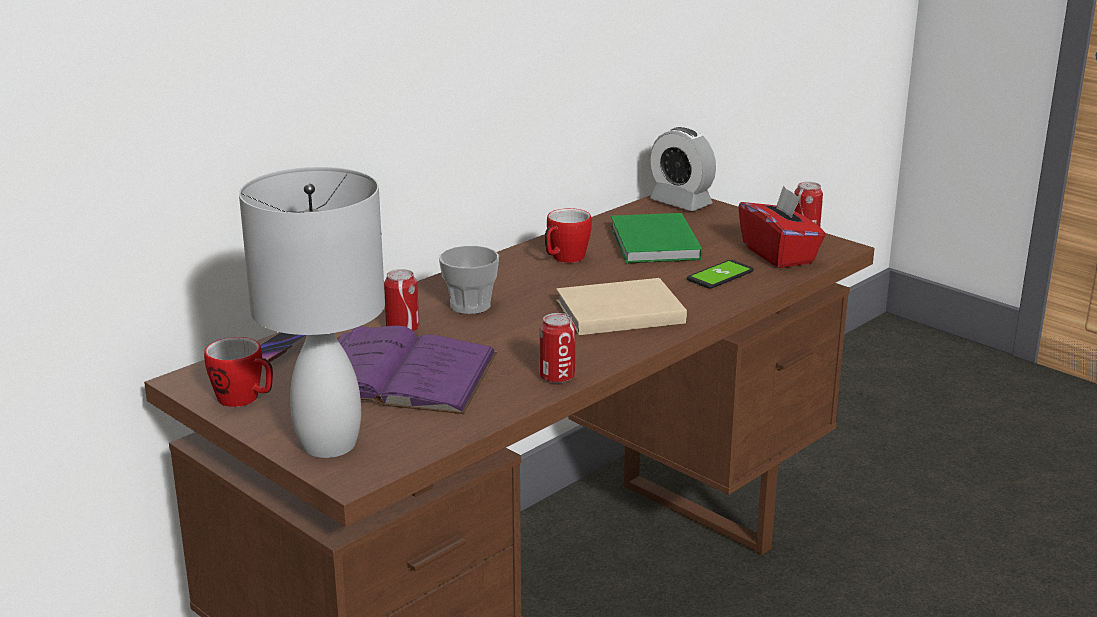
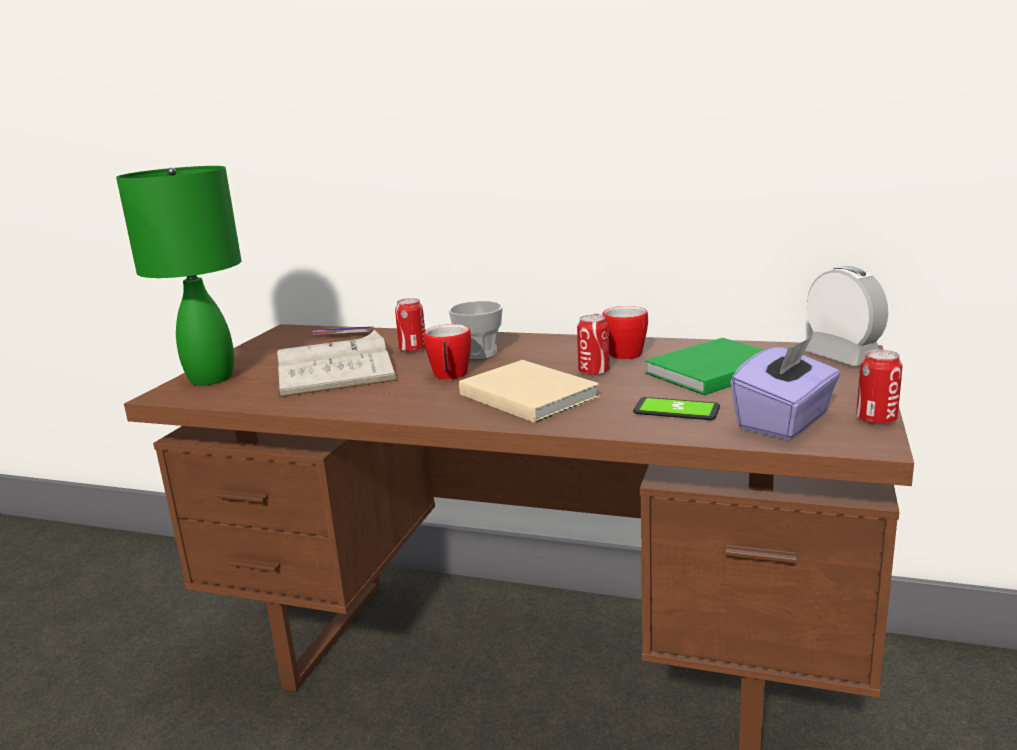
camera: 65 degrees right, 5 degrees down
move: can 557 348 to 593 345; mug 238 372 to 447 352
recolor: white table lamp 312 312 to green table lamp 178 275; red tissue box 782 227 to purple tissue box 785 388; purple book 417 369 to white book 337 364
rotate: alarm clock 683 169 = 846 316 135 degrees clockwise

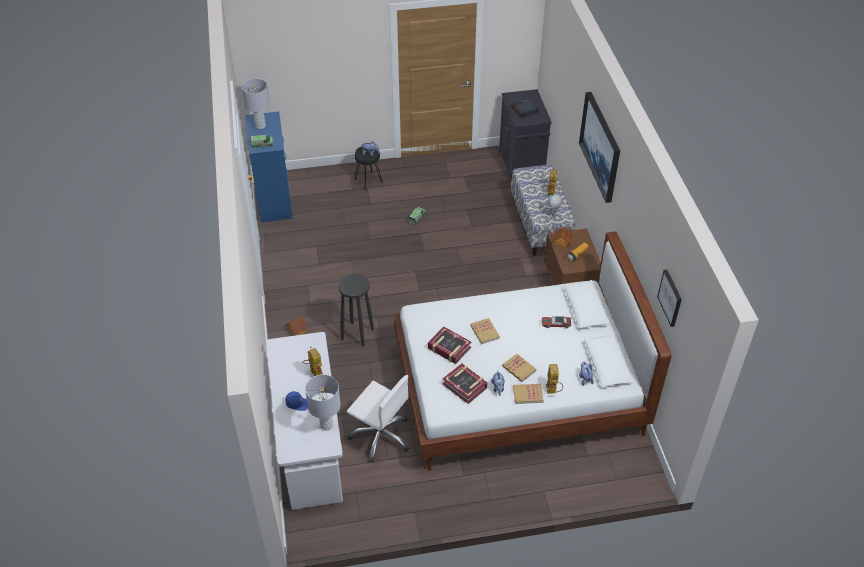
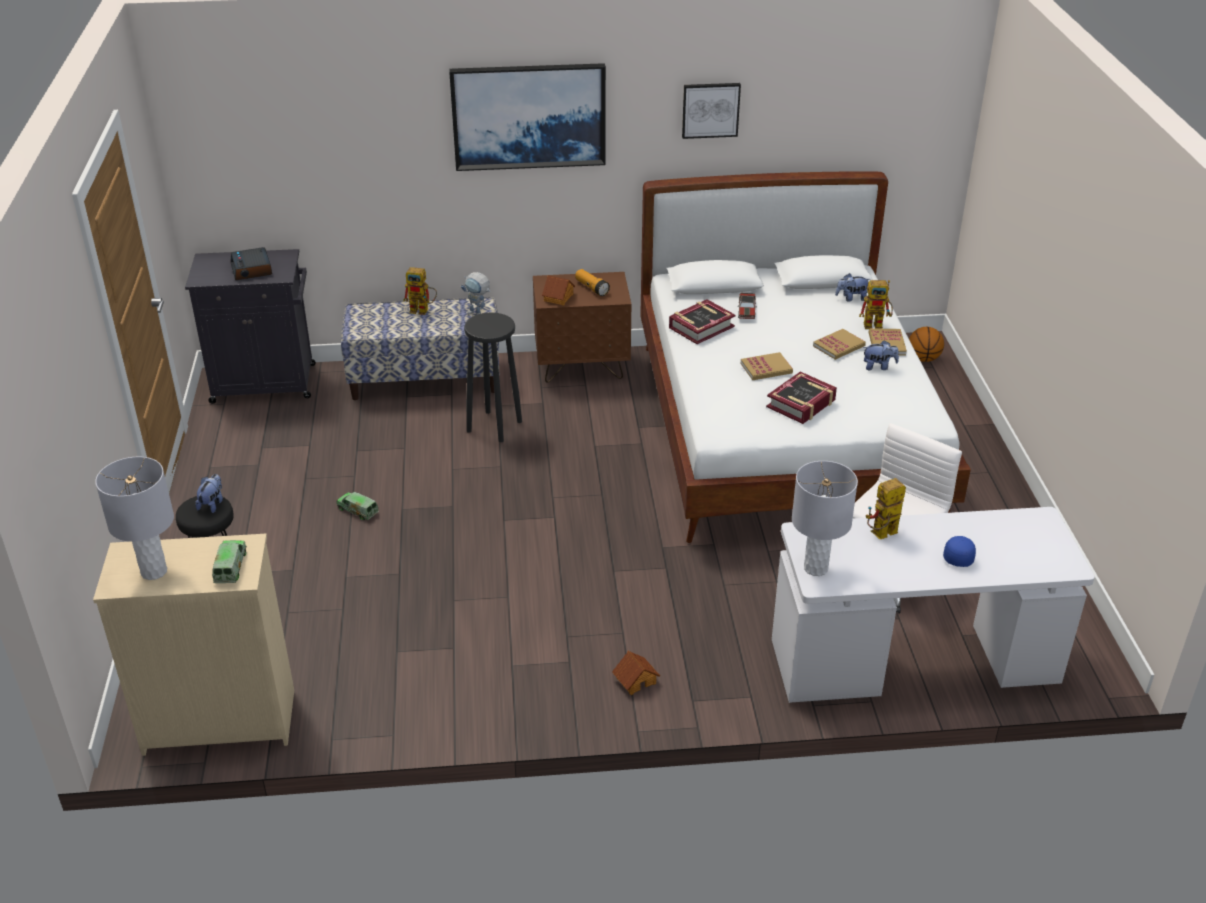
camera: 85 degrees left, 10 degrees down
insert: basketball 926 344
move: picture 669 298 to 711 111; black stool 356 310 to 493 377; book 465 383 to 702 321; grey table lamp 323 402 to 825 518
recolor: blue dresser 269 167 to beige dresser 193 645

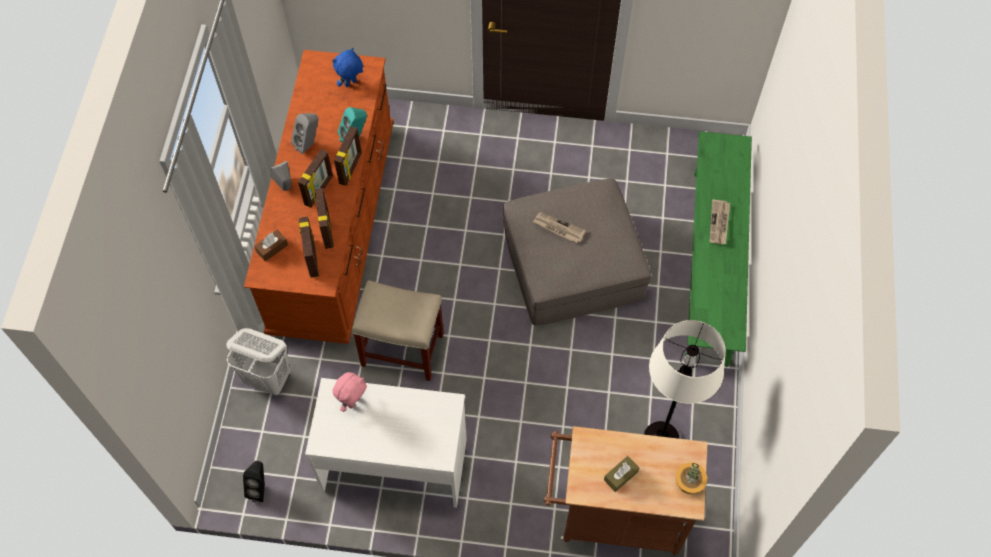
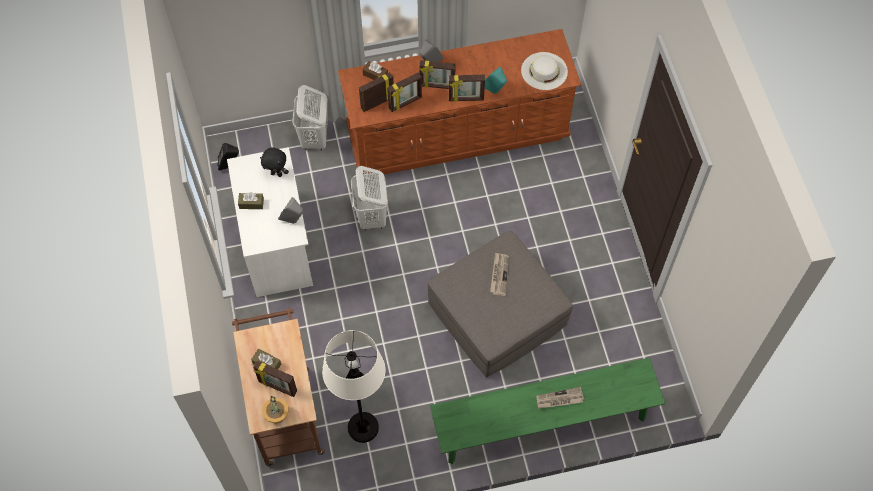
camera: 70 degrees right, 0 degrees up
insert: brown tissue box 251 200; picture frame 275 379
move: grey speaker 305 134 to 290 210
replace: blue plush toy 347 67 to white hat 544 71; beige stool 398 330 to white laundry basket 369 198
recolor: pink plush toy 350 392 to black plush toy 274 162

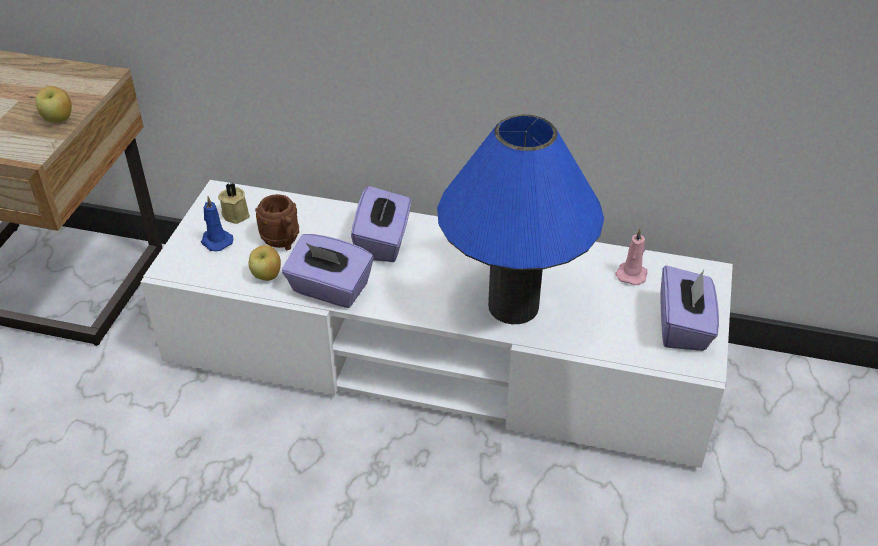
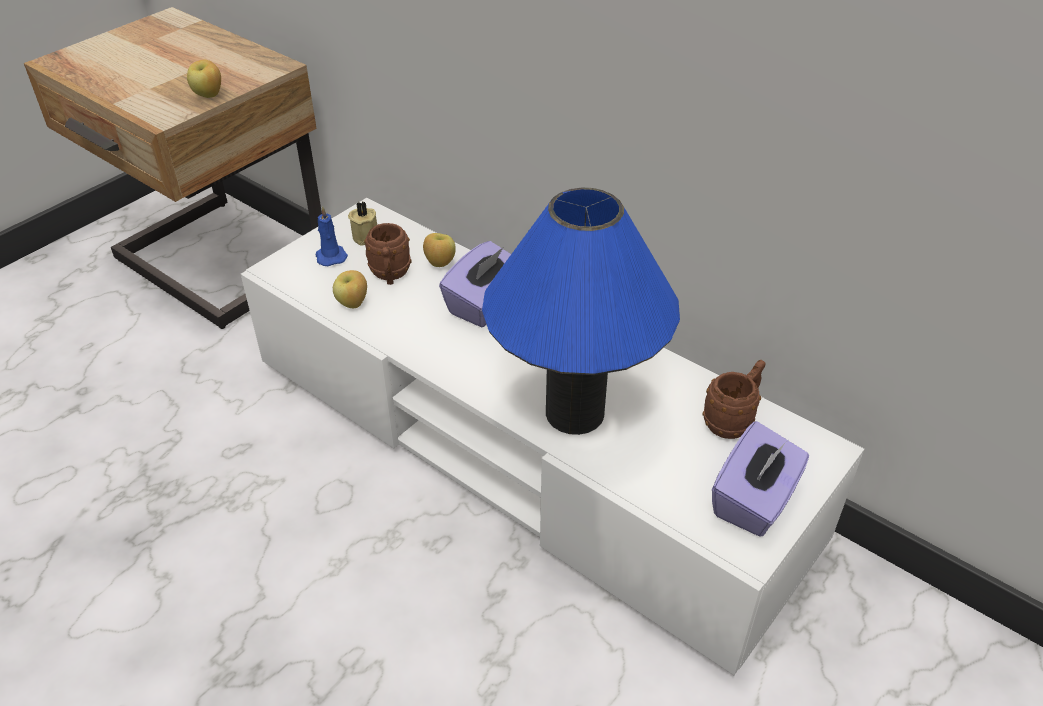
camera: 25 degrees right, 0 degrees up
delete: purple tissue box 327 271
insert: apple 439 250
replace: pink candle 631 257 to brown mug 734 399

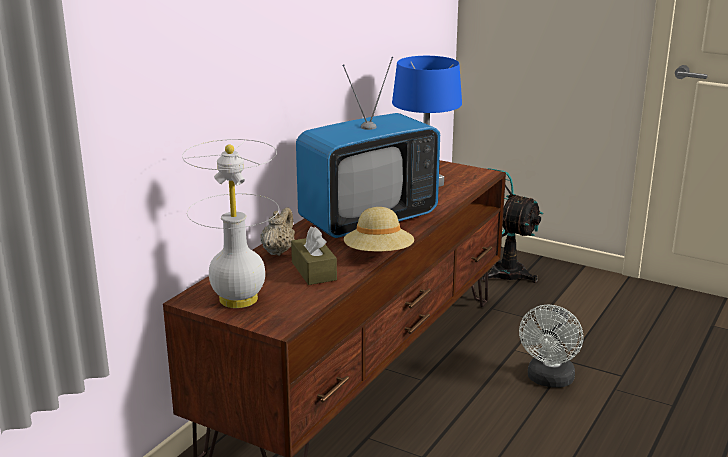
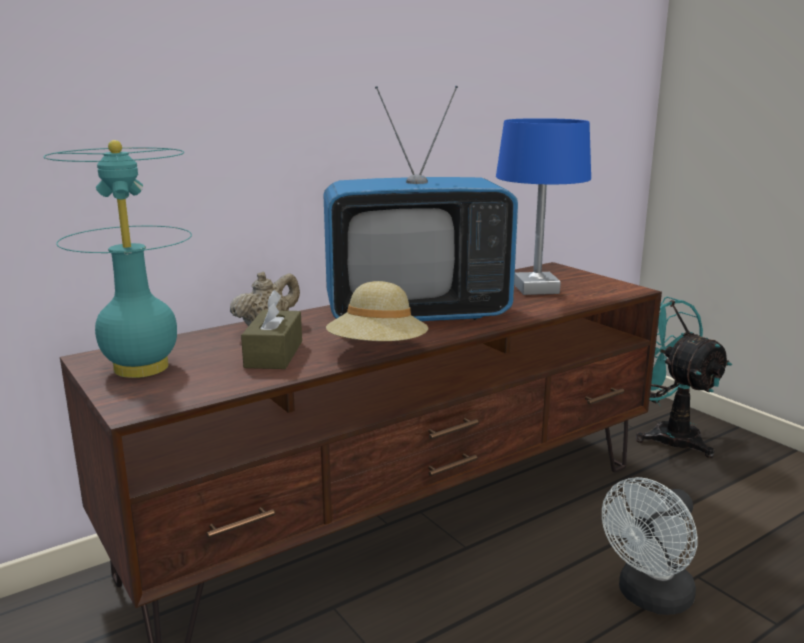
camera: 25 degrees right, 5 degrees down
recolor: white table lamp 230 223 to turquoise table lamp 118 259

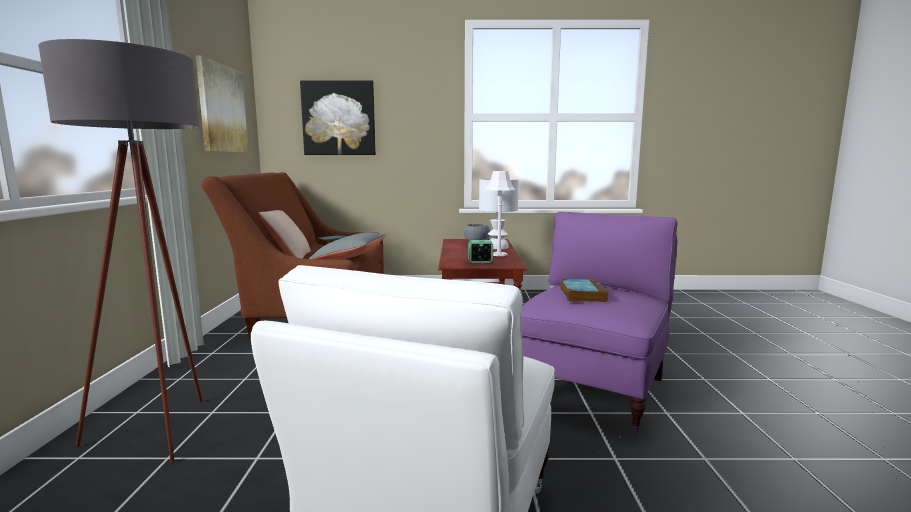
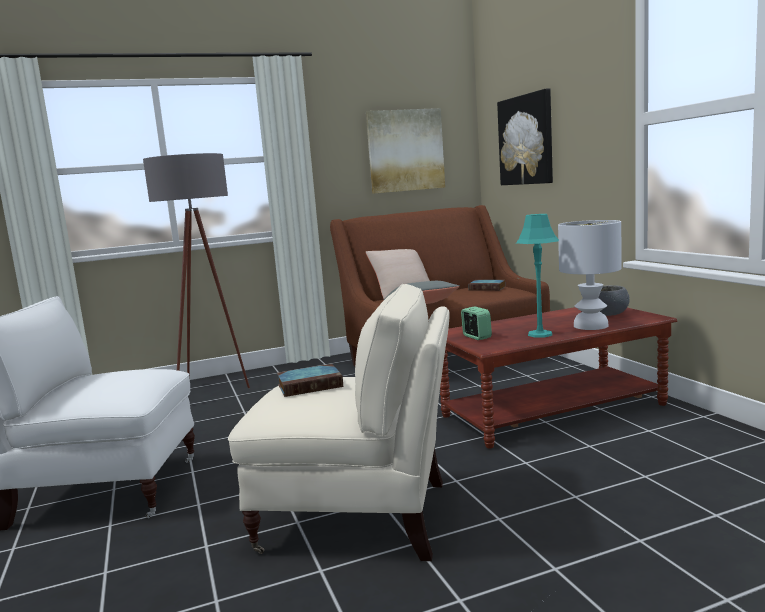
camera: 70 degrees right, 0 degrees up
recolor: white table lamp 500 213 to turquoise table lamp 537 276; purple armchair 599 322 to beige armchair 339 422

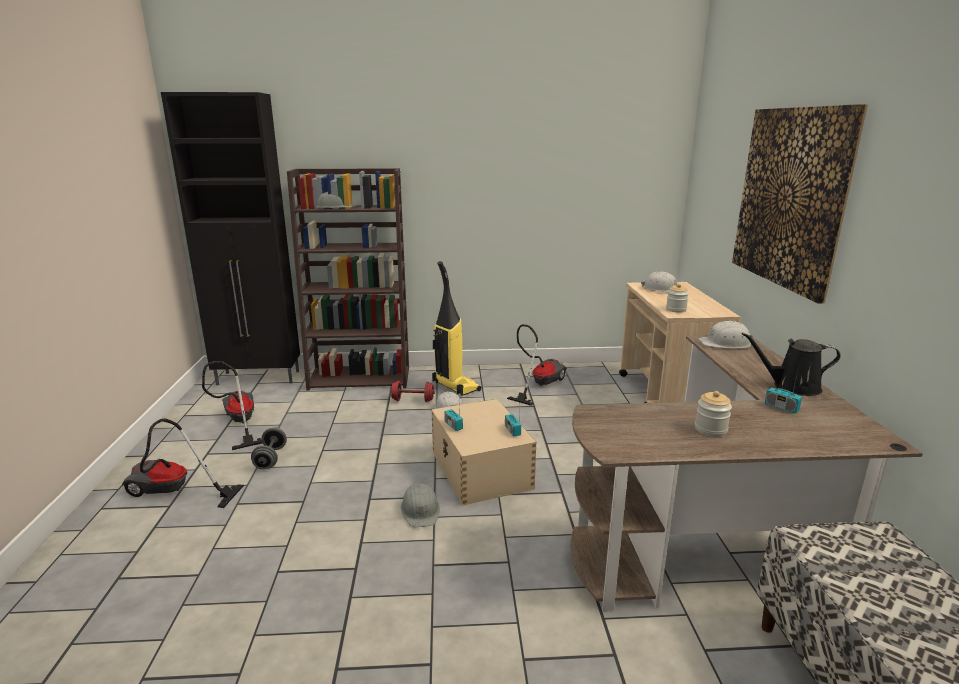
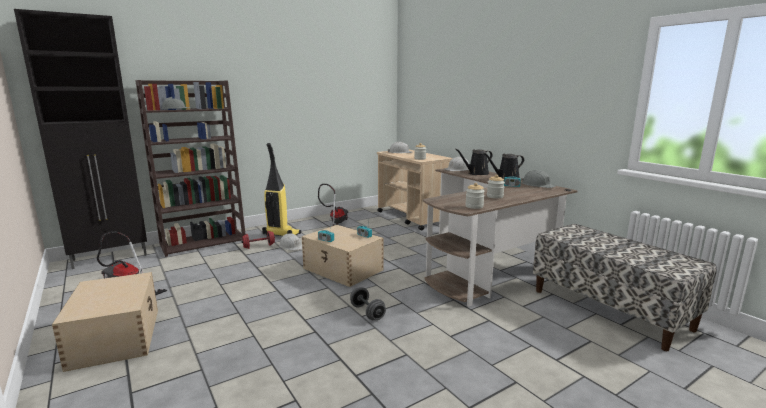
camera: 30 degrees left, 5 degrees down
delete: picture 800 203
insert: black watering can 474 162; jar 475 196
move: grey dumbbell 269 449 to 368 303; grey hard hat 420 505 to 538 179
replace: vacuum cleaner 183 463 to beige storage box 105 322

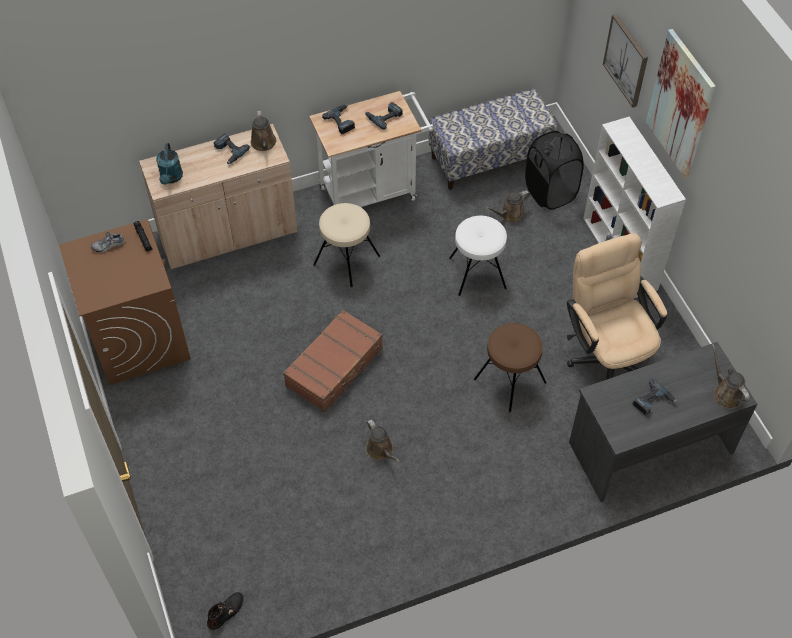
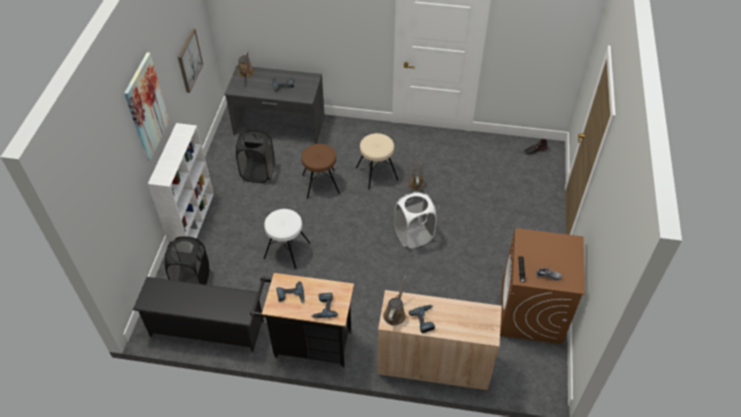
camera: 150 degrees left, 5 degrees down
delete: turquoise watering can 169 164; brown watering can 508 206
move: picture 625 61 to 190 61; beige stool 346 245 to 377 161
replace: bench 493 139 to black shoe rack 198 314; beige office chair 617 306 to black laundry basket 255 156; brown suitcase 333 361 to white laundry basket 415 220
recolor: white cart 371 149 to black cart 302 320

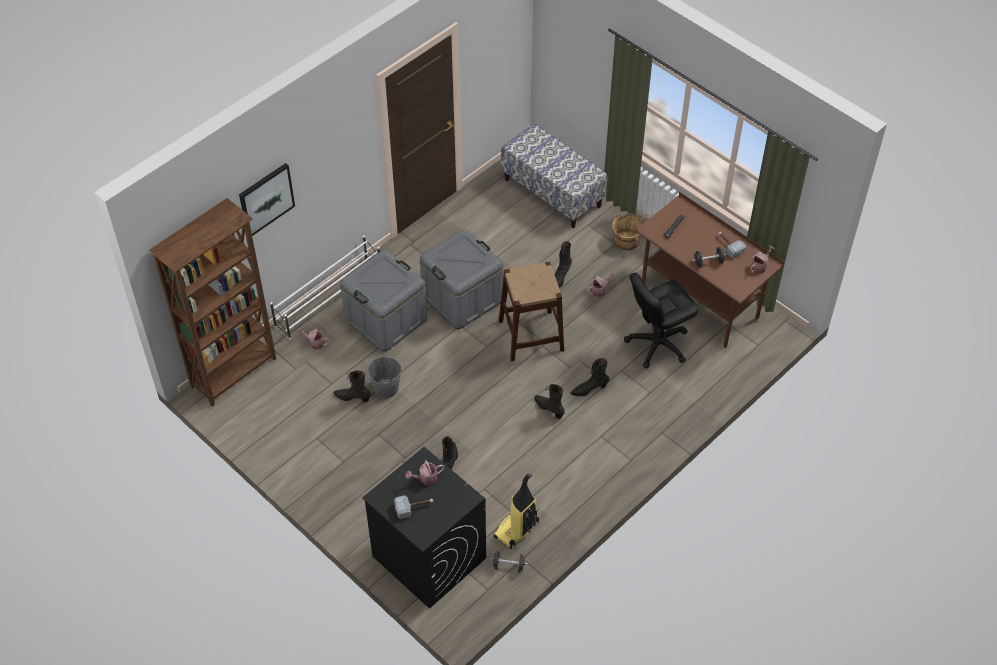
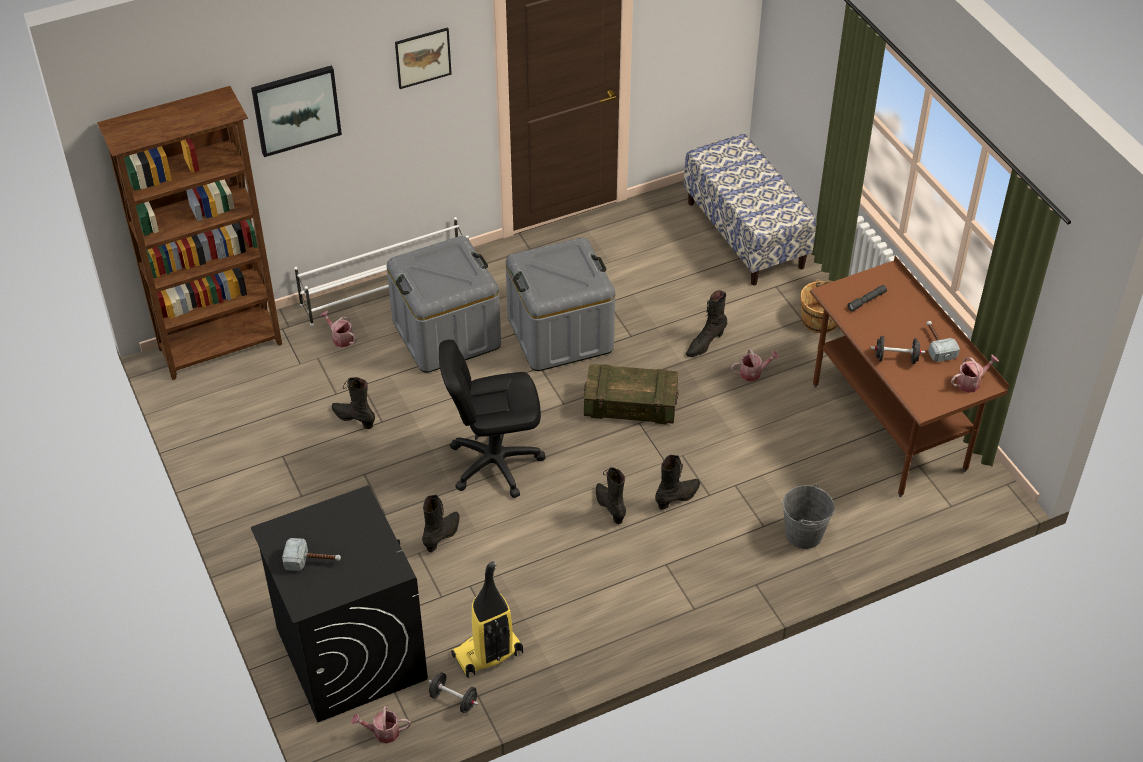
camera: 20 degrees right, 5 degrees down
insert: picture 423 58
move: black office chair 661 320 to 492 419; grey bucket 384 376 to 809 517; watering can 425 472 to 380 725
replace: brown stool 531 311 to crate 631 394
rotate: black boot 589 377 = 677 482 135 degrees clockwise

